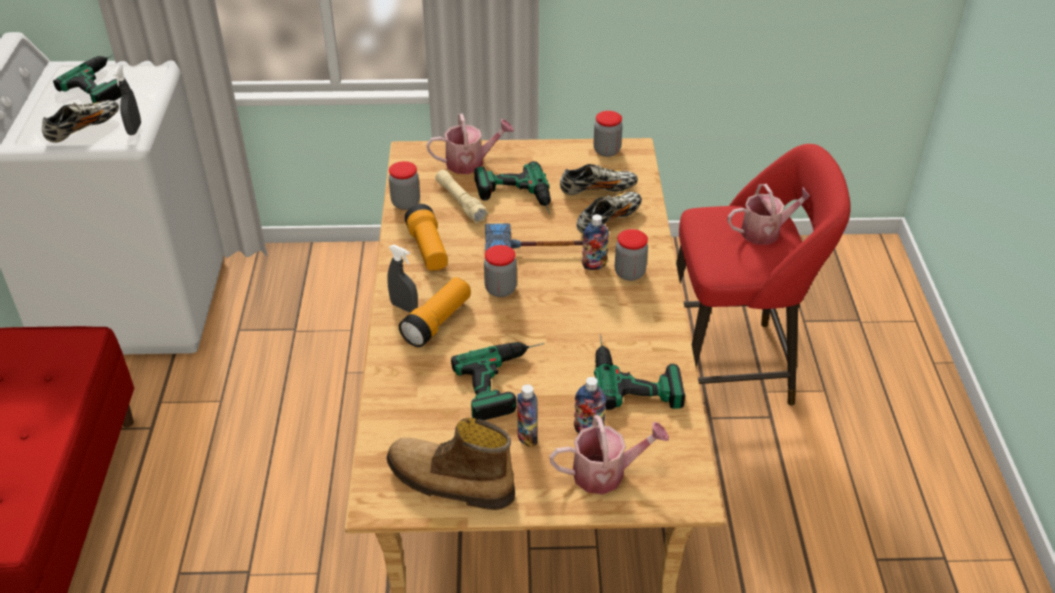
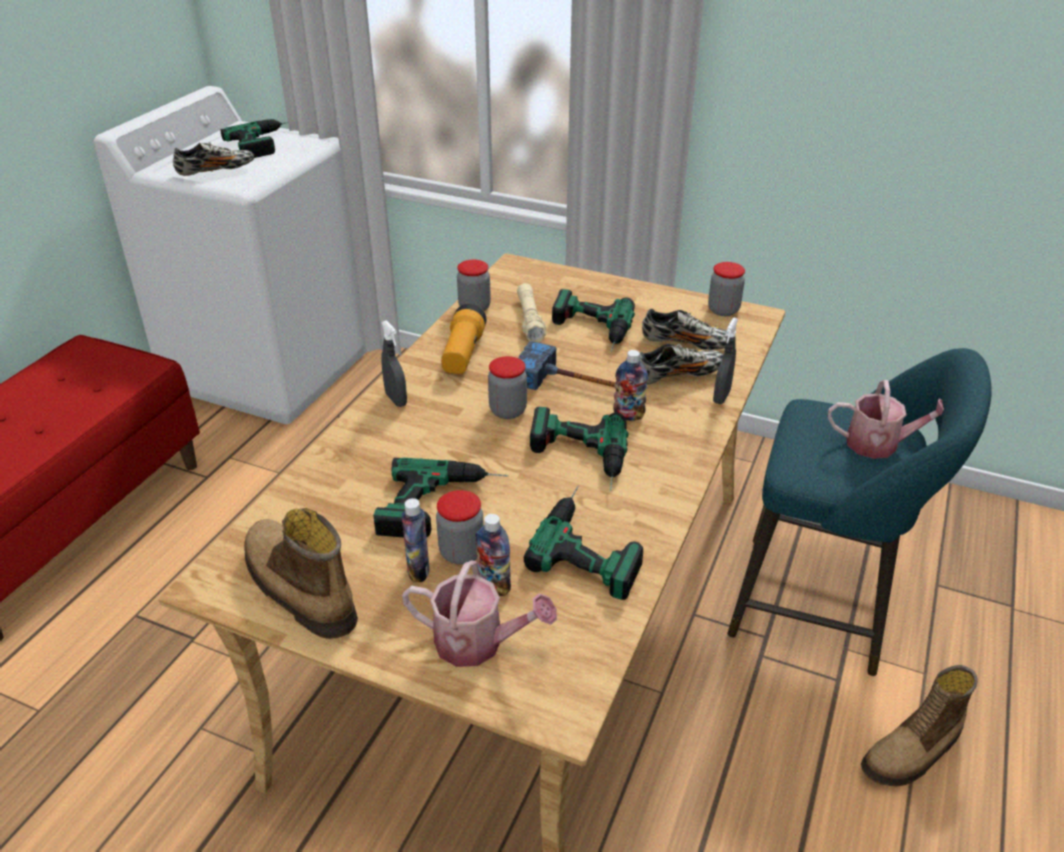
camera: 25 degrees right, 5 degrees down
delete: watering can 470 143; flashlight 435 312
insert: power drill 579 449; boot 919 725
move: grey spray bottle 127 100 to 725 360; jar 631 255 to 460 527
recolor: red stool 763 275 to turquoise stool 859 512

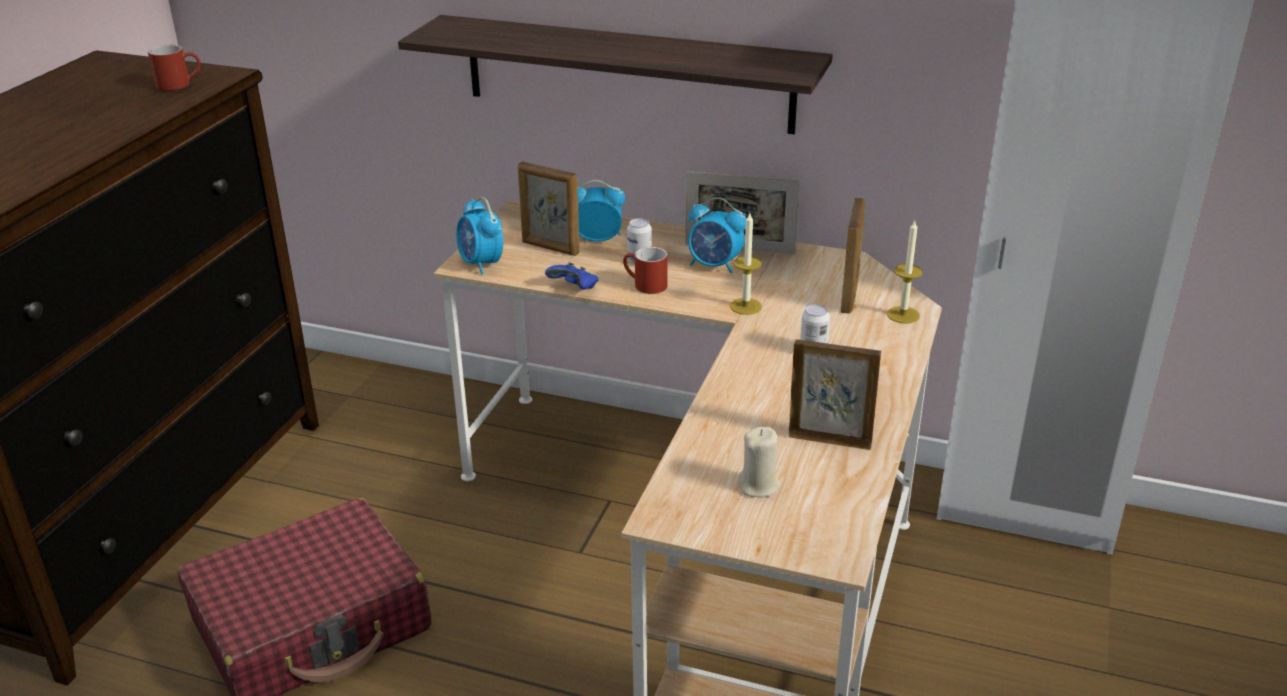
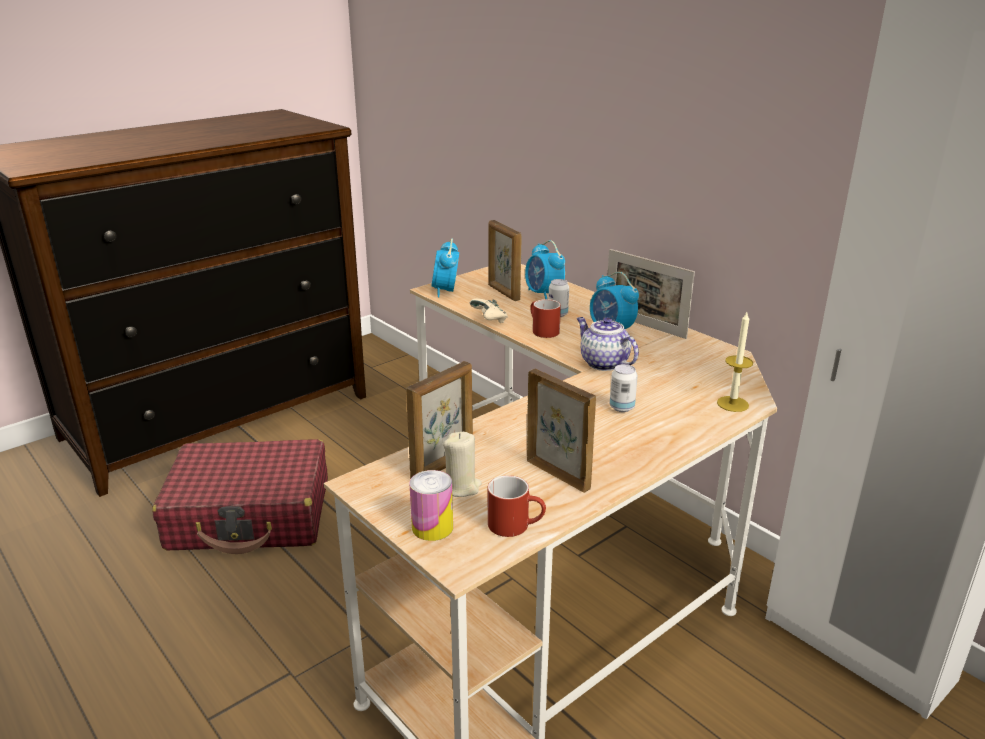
camera: 30 degrees right, 5 degrees down
delete: shelf 615 74
insert: can 431 505
move: red mug 174 68 to 517 506; picture frame 852 256 to 439 420
replace: candle 746 264 to teapot 608 344
recolor: blue game controller 572 276 to beige game controller 489 311
rotate: alarm clock 601 211 = 545 269 150 degrees counterclockwise

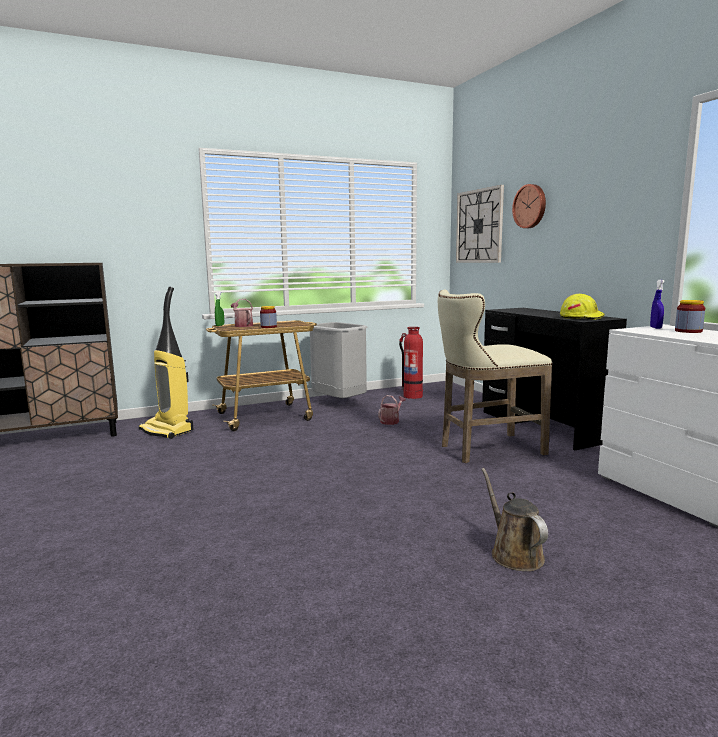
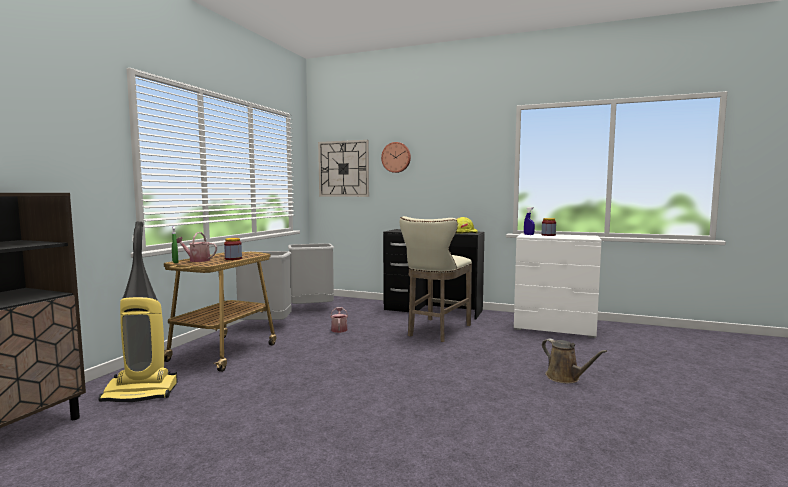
camera: 45 degrees left, 5 degrees down
replace: fire extinguisher 411 363 to grey trash can 311 273
rotate: brown watering can 514 519 = 574 361 150 degrees counterclockwise

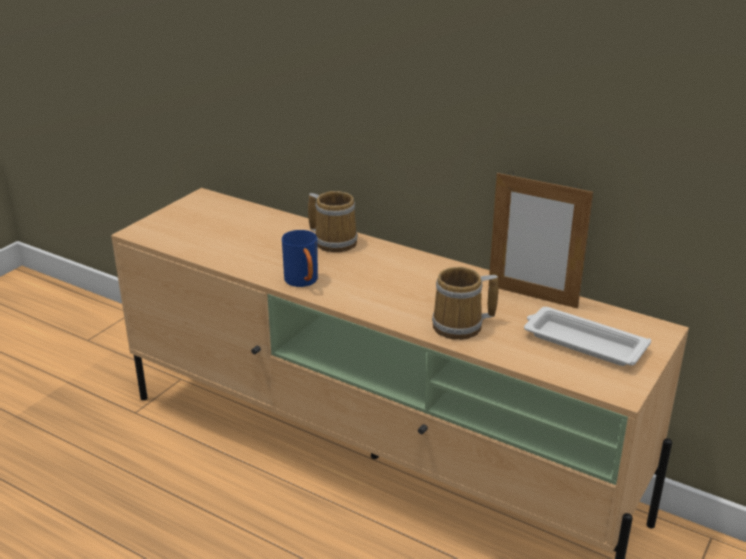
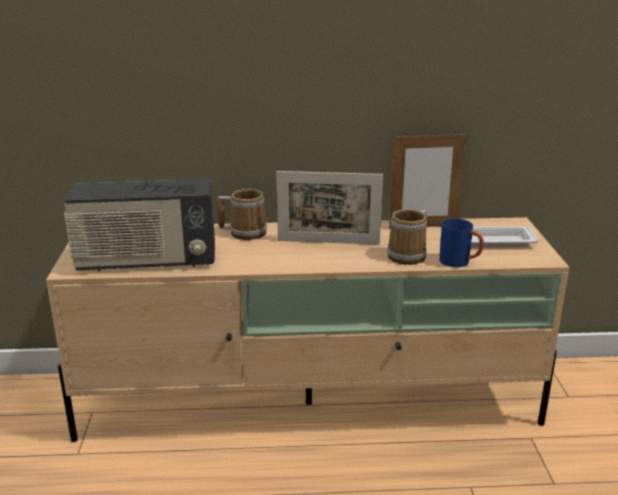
camera: 35 degrees left, 5 degrees down
insert: picture frame 329 208; radio 139 225
move: blue mug 300 258 to 461 243

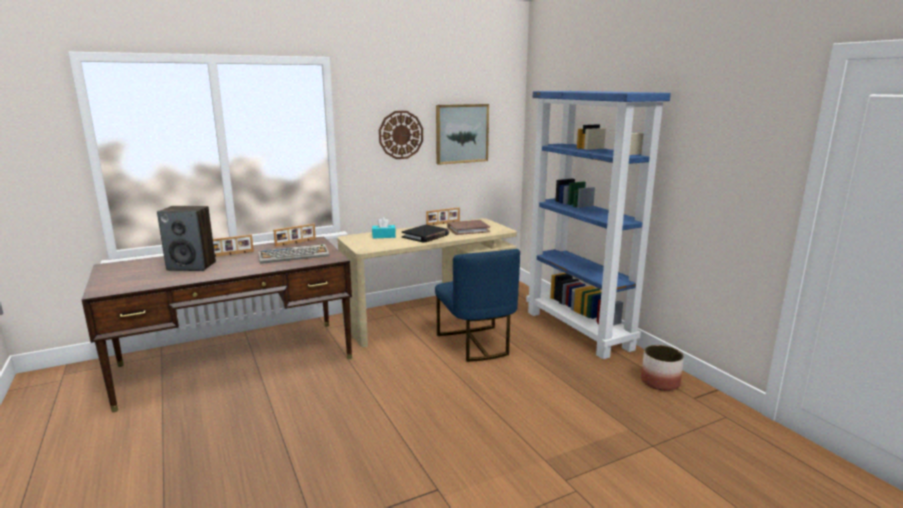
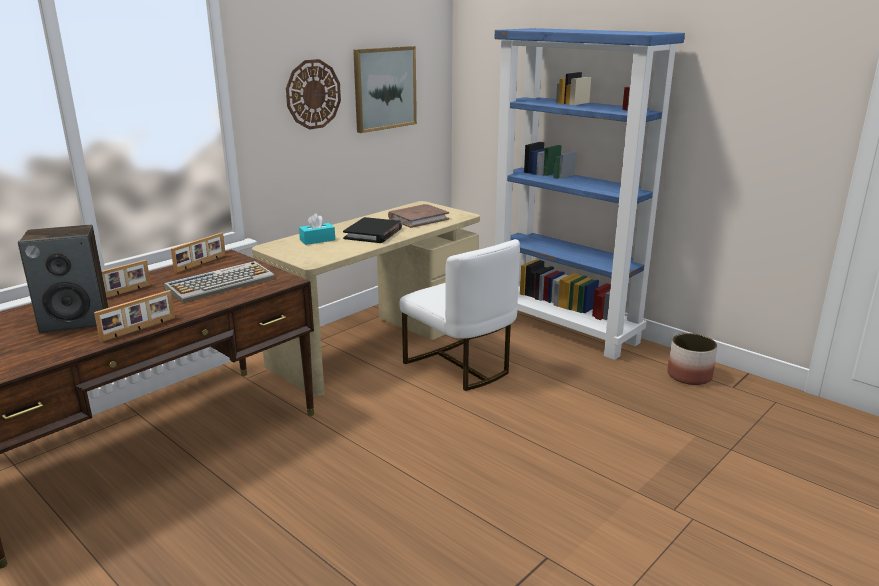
camera: 20 degrees left, 5 degrees up
move: picture frame 443 216 to 134 316
recolor: blue chair 477 305 to white chair 460 315

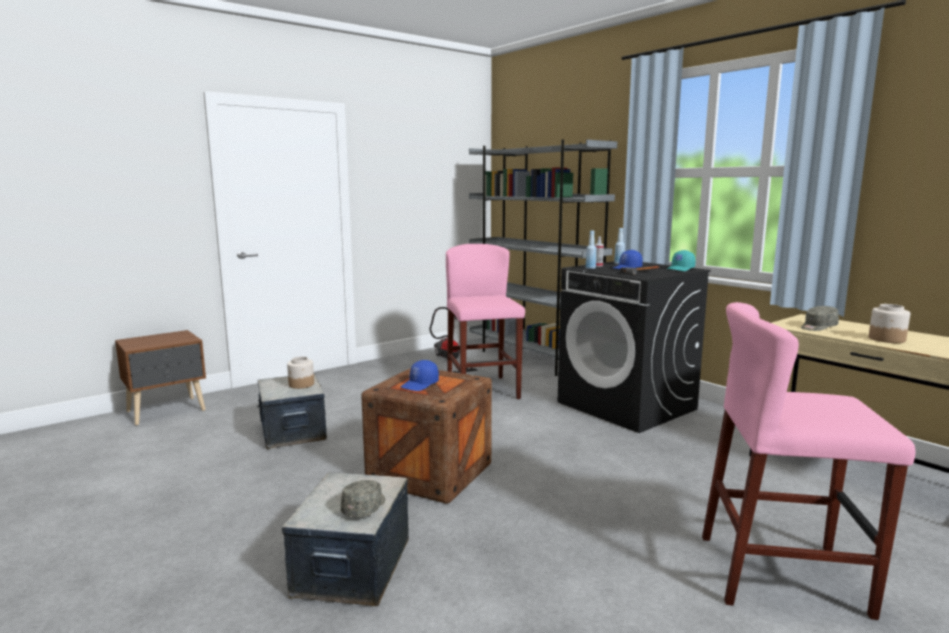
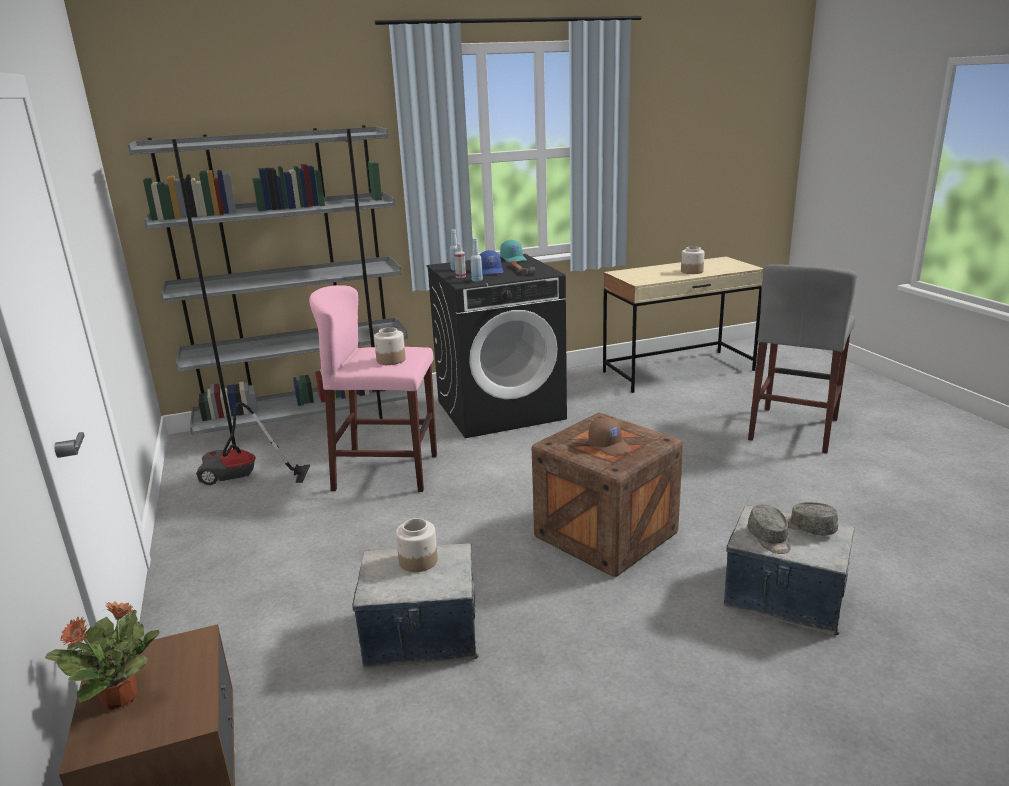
camera: 70 degrees left, 10 degrees up
insert: jar 390 346; potted plant 102 656
move: grey cap 820 318 to 769 529
recolor: pink stool 808 461 to grey stool 802 359; blue cap 420 375 to brown cap 610 436

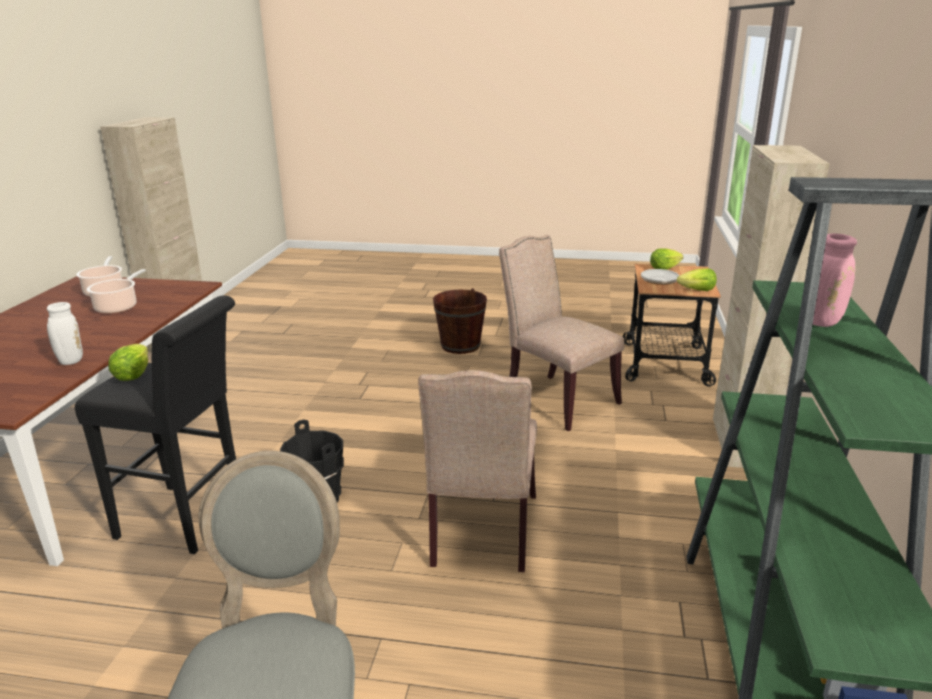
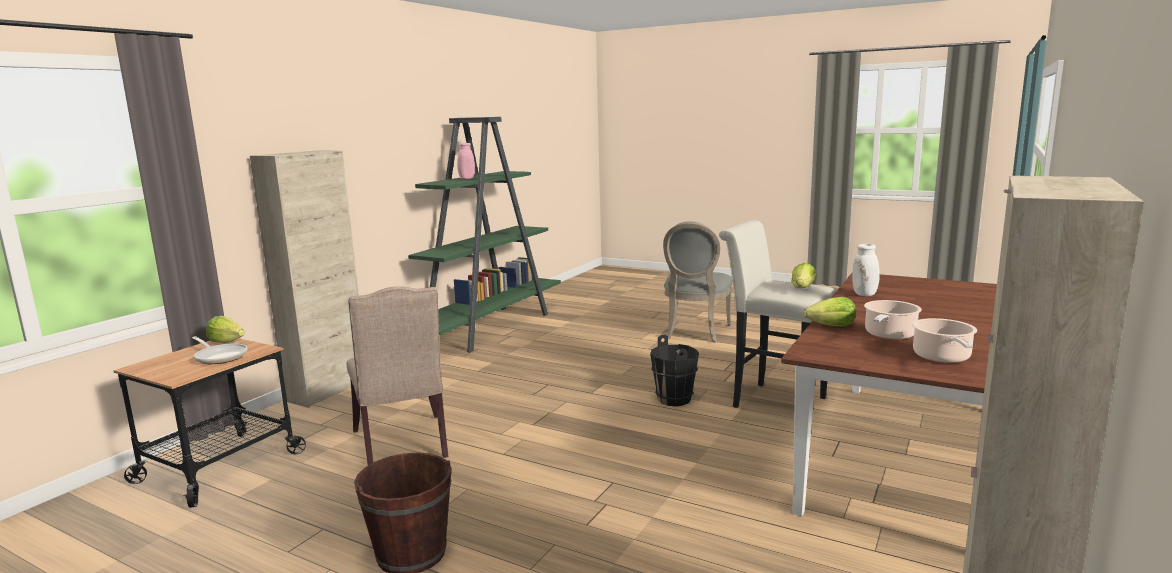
camera: 160 degrees left, 10 degrees down
delete: beige chair 477 471
move: lettuce 666 259 to 830 312
recolor: black stool 155 424 to white stool 777 314

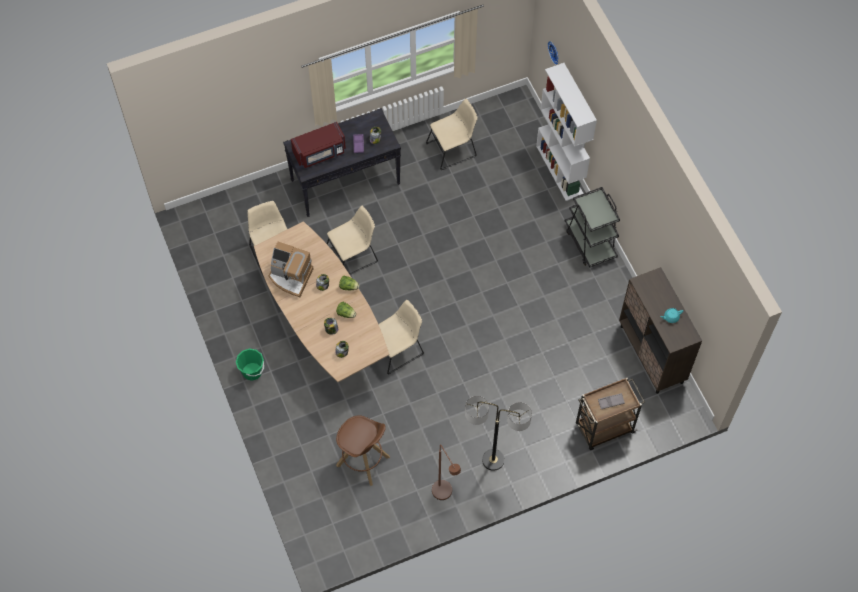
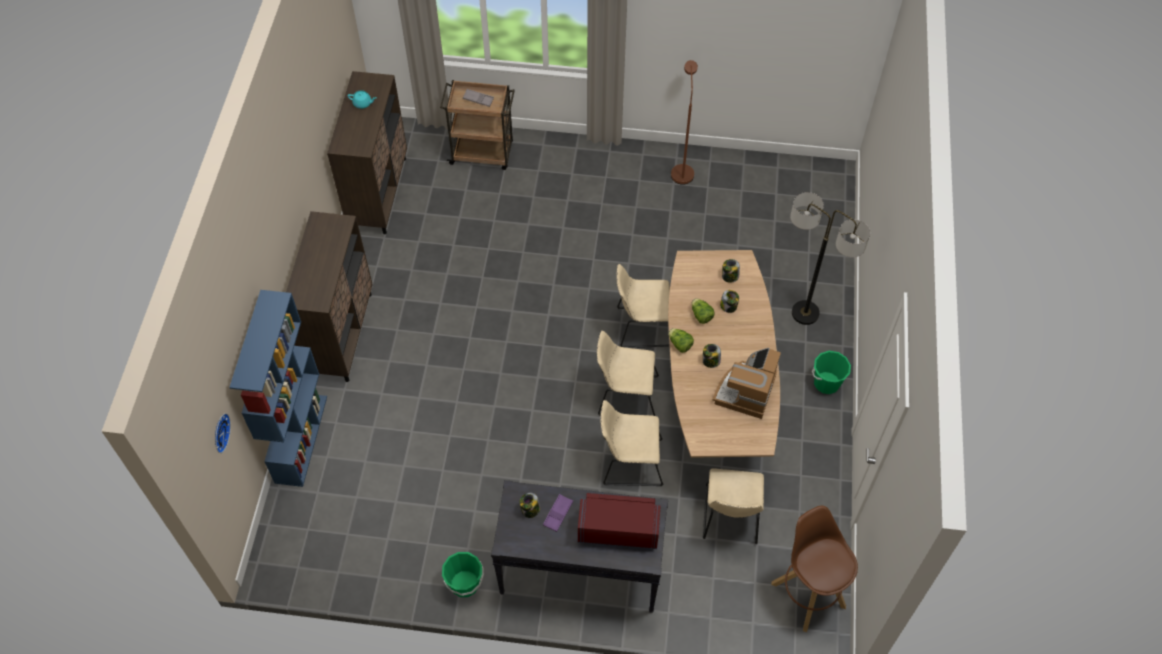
camera: 150 degrees left, 5 degrees down
insert: green bucket 463 574
move: beige chair 452 134 to 628 373; floor lamp 498 433 to 830 258; brown stool 363 450 to 814 569
replace: black cart 592 227 to brown cabinet 329 296
recolor: white bookcase 566 132 to blue bookcase 278 388
rotate: coffee machine 291 269 = 746 383 120 degrees counterclockwise

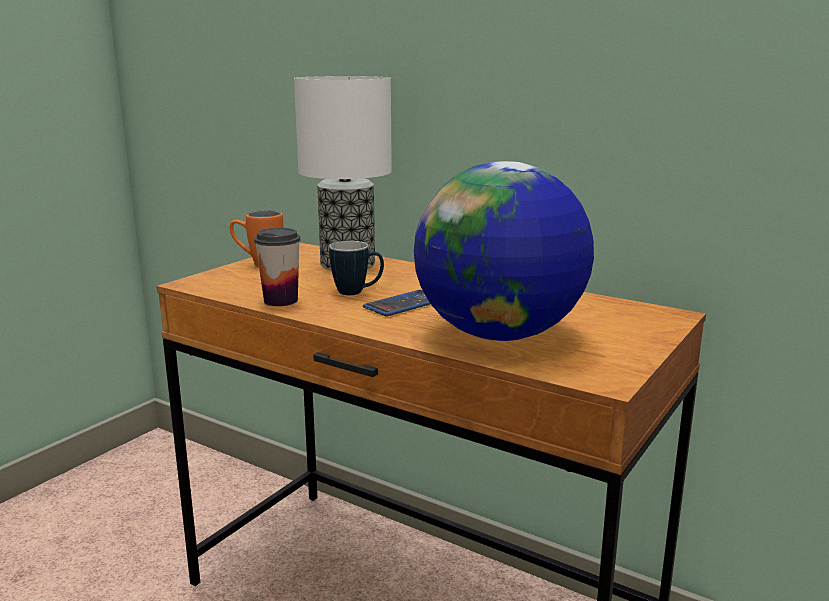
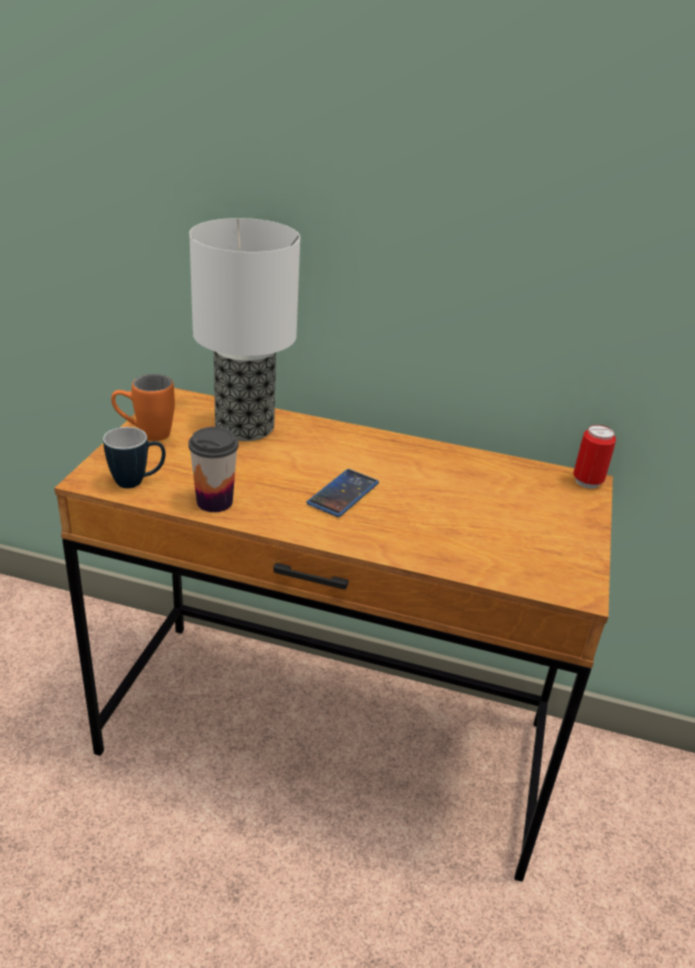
camera: 20 degrees left, 15 degrees up
delete: globe 504 251
insert: can 594 457
move: mug 356 268 to 134 457

